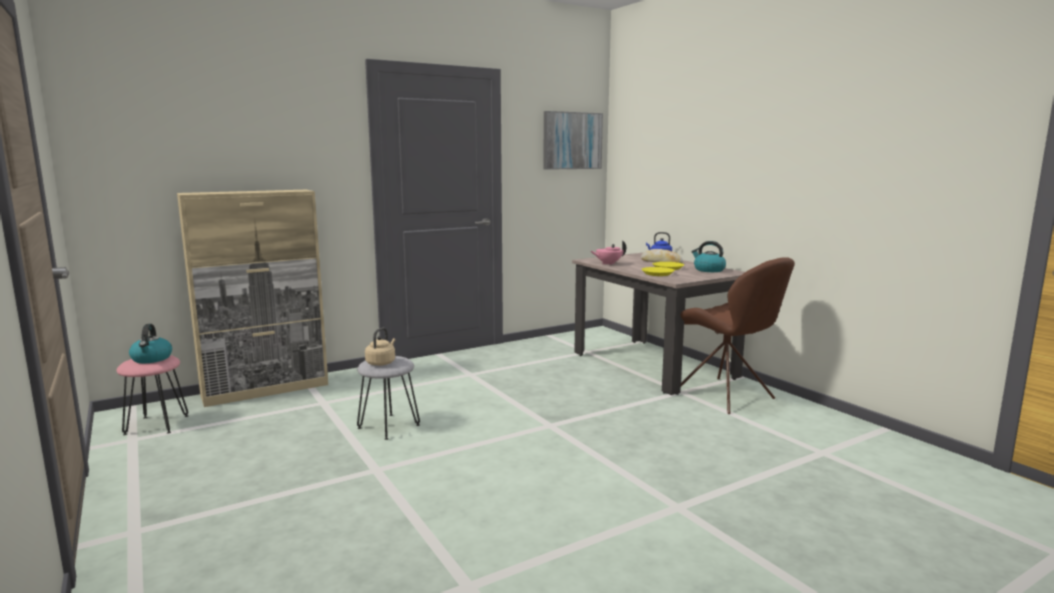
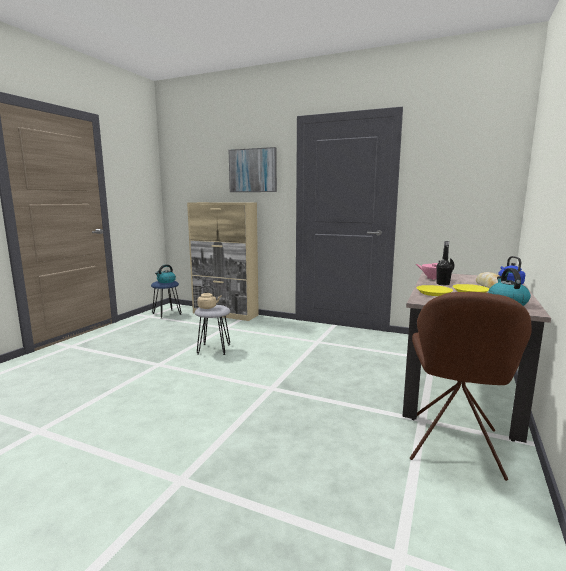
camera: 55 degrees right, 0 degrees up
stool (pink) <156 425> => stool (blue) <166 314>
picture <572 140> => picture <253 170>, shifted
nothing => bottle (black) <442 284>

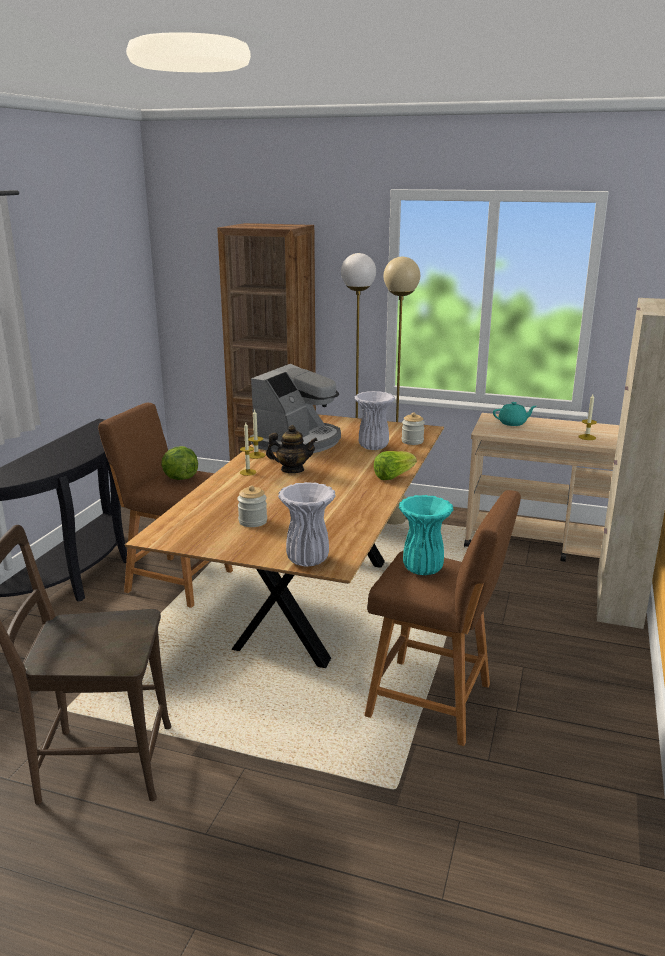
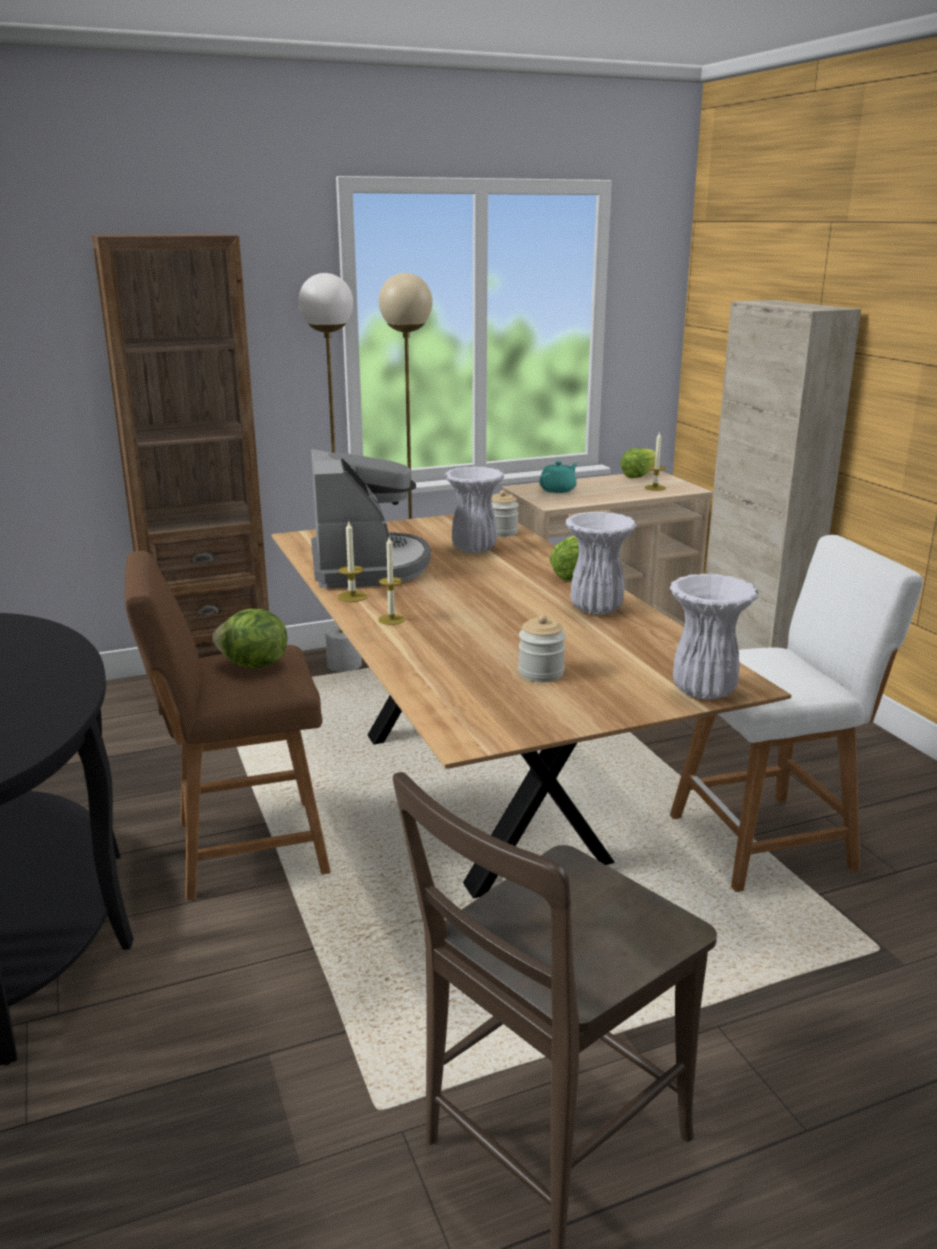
camera: 40 degrees left, 0 degrees up
teapot <292 470> => nothing
stool (brown) <435 702> => stool (white) <769 840>
vase (turquoise) <422 569> => nothing
nothing => vase (white) <597 608>
nothing => lettuce <639 475>

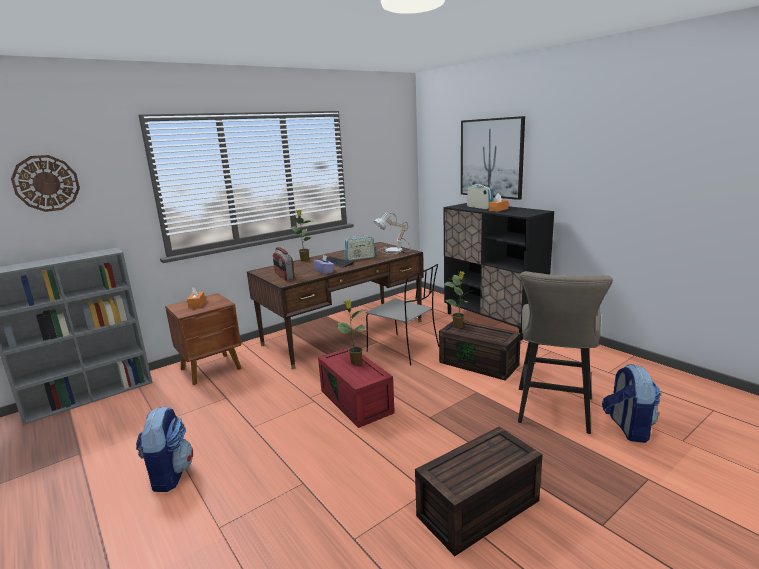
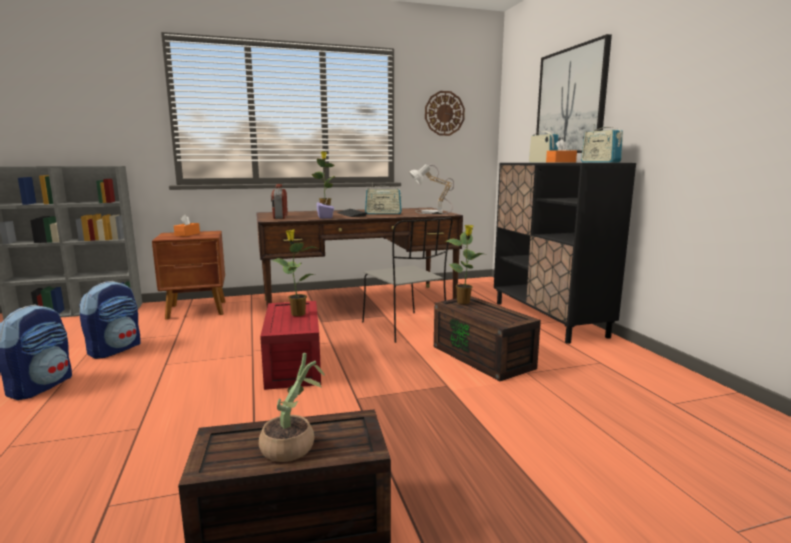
camera: 20 degrees right, 5 degrees down
wall clock <46 183> => wall clock <444 113>, shifted
stool (beige) <553 413> => nothing
backpack <628 428> => backpack <115 349>, shifted
nothing => potted plant <294 446>
nothing => radio <600 162>

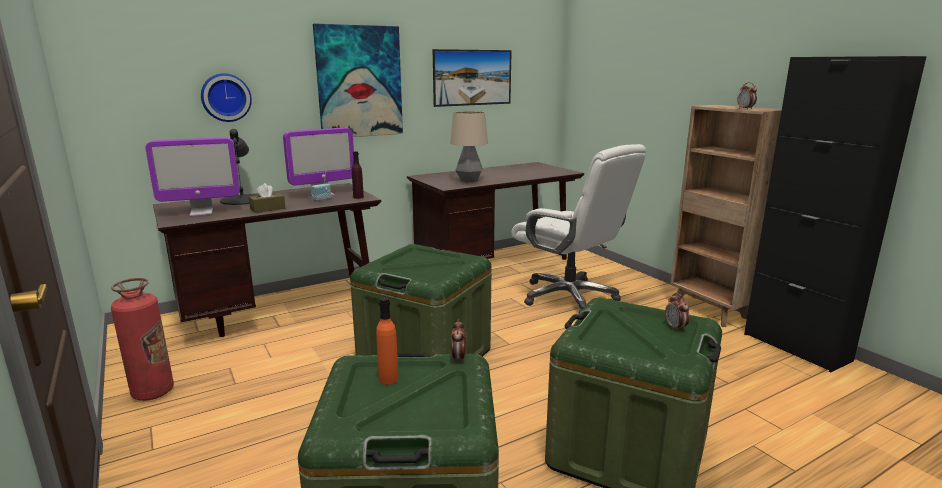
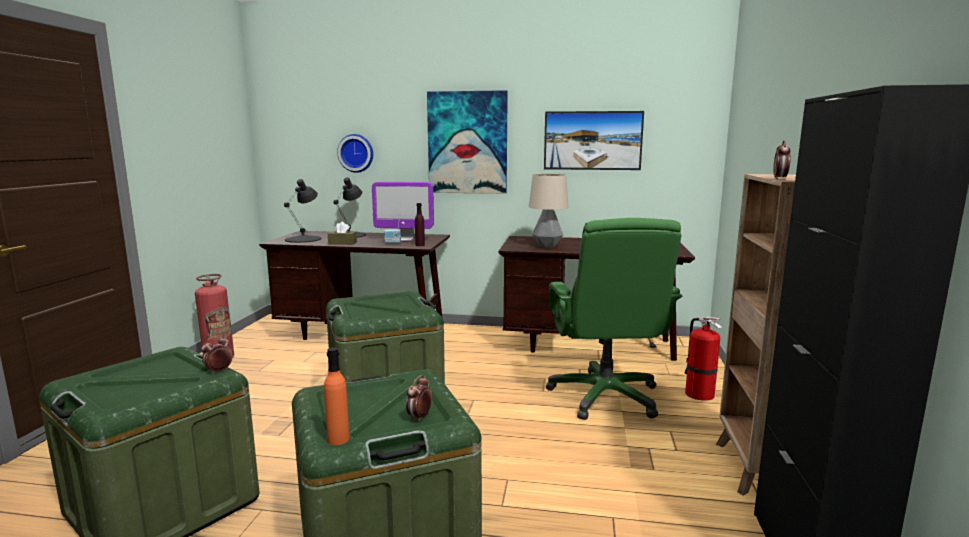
camera: 40 degrees right, 5 degrees down
monitor <201 213> => table lamp (black) <304 239>
bottle (orange) <388 379> => bottle (orange) <338 439>, shifted
office chair (white) <570 297> => office chair (green) <605 396>
nothing => fire extinguisher <698 393>

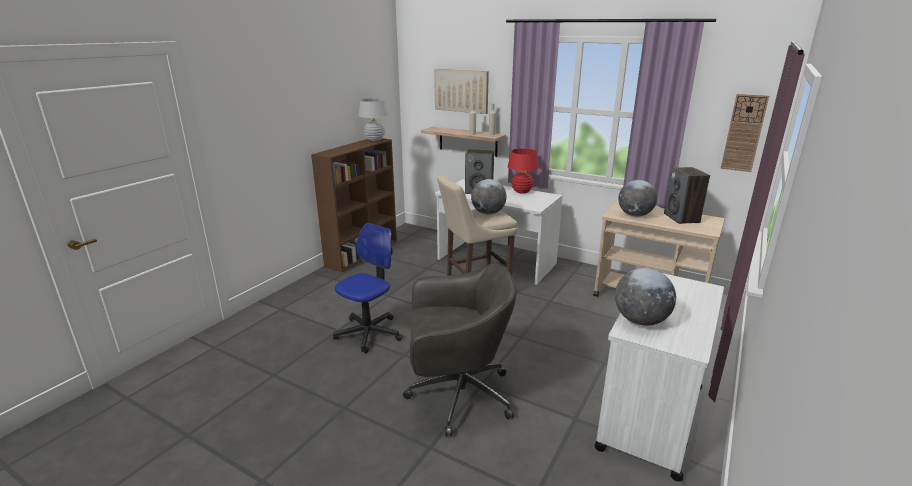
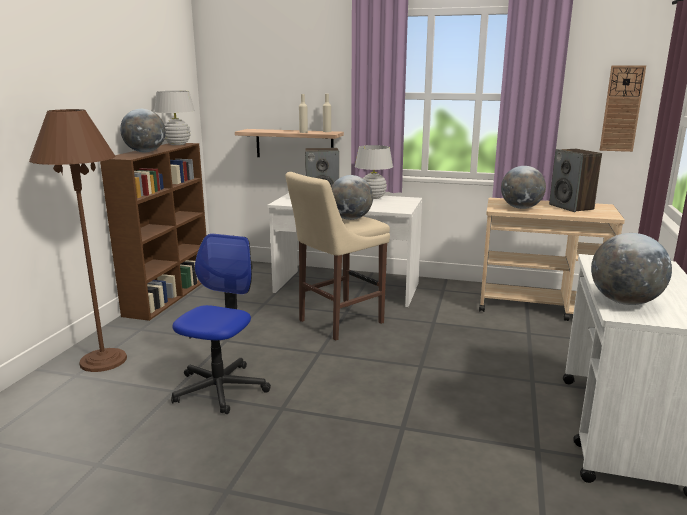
camera: 15 degrees left, 5 degrees down
office chair (grey) <457 396> => nothing
picture <461 90> => nothing
table lamp (red) <521 191> => table lamp (white) <373 197>
nothing => floor lamp (brown) <103 360>
nothing => globe <145 152>

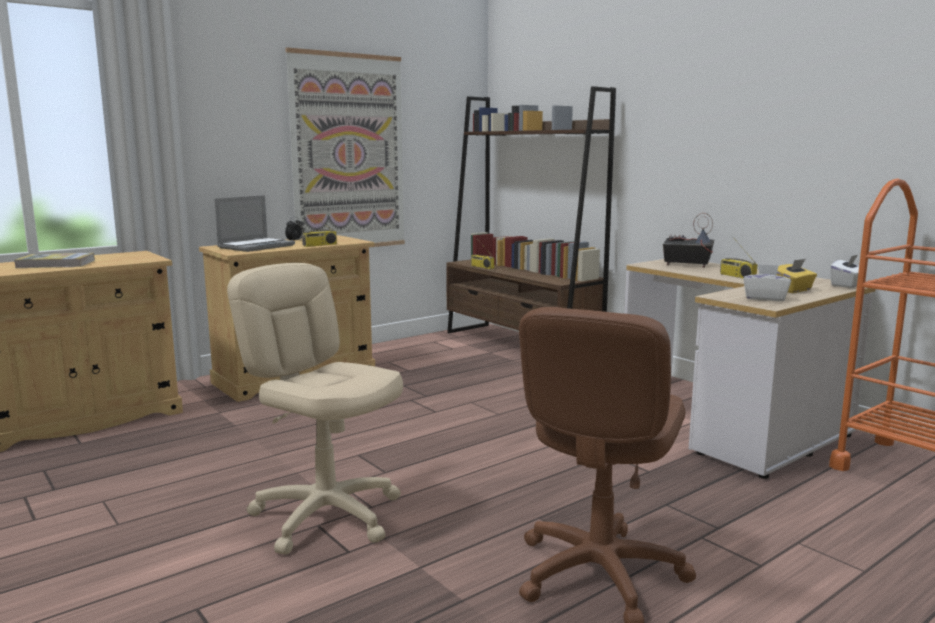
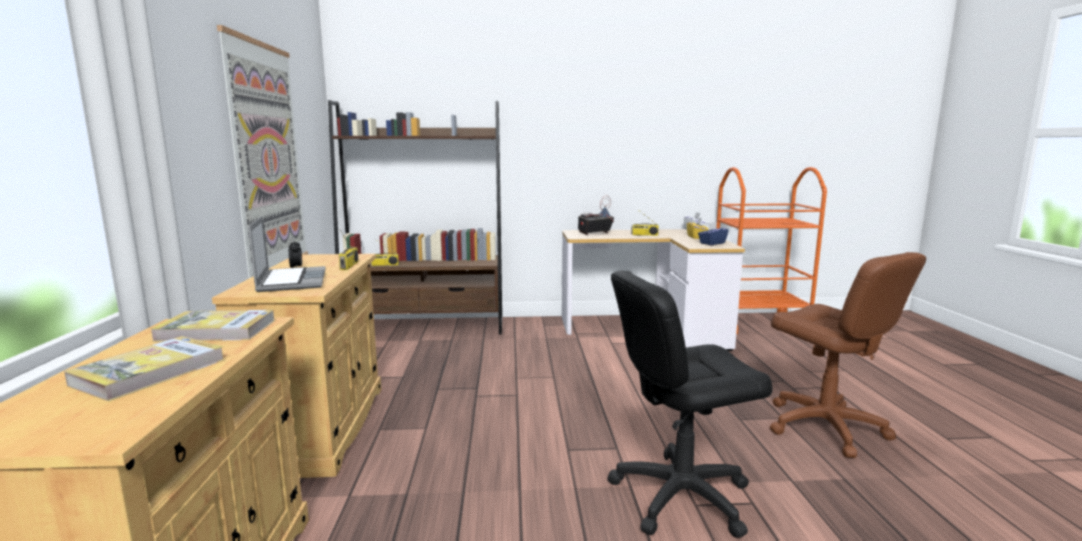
camera: 55 degrees left, 0 degrees up
office chair (beige) <327 515> => office chair (black) <680 496>
tissue box (white) <765 298> => tissue box (blue) <712 243>
nothing => book <217 330>

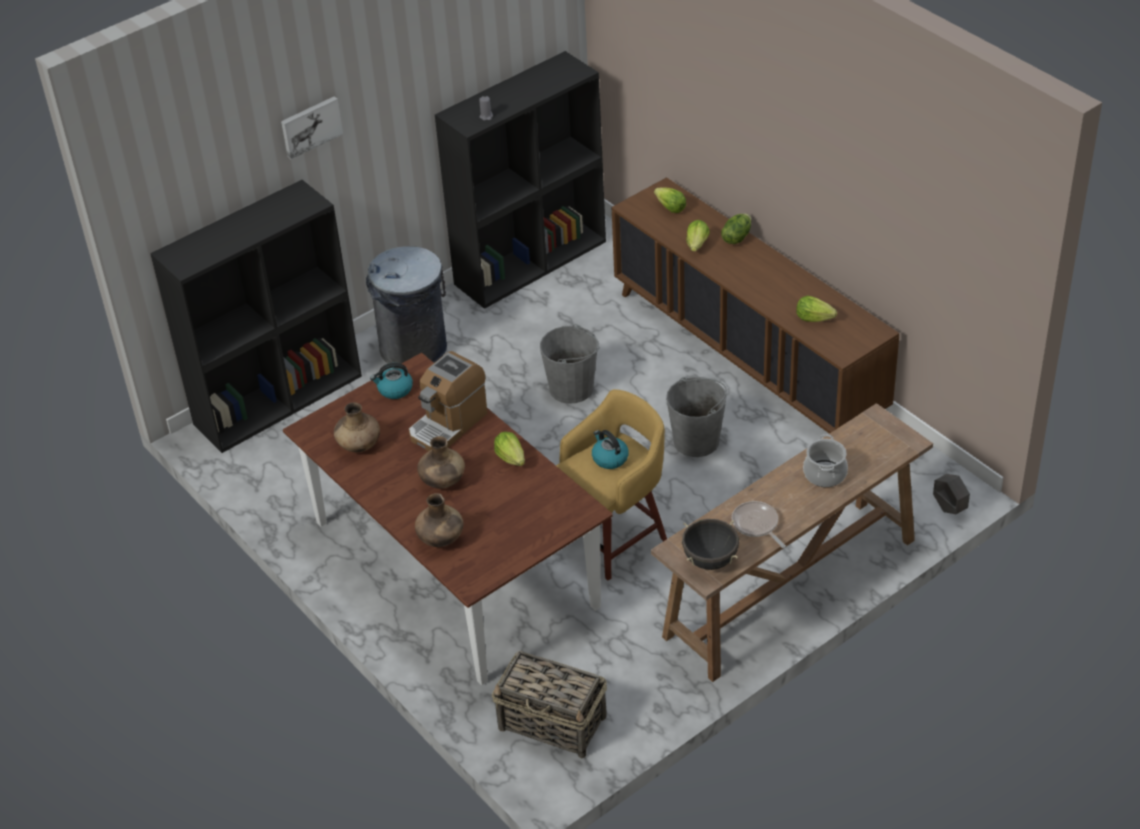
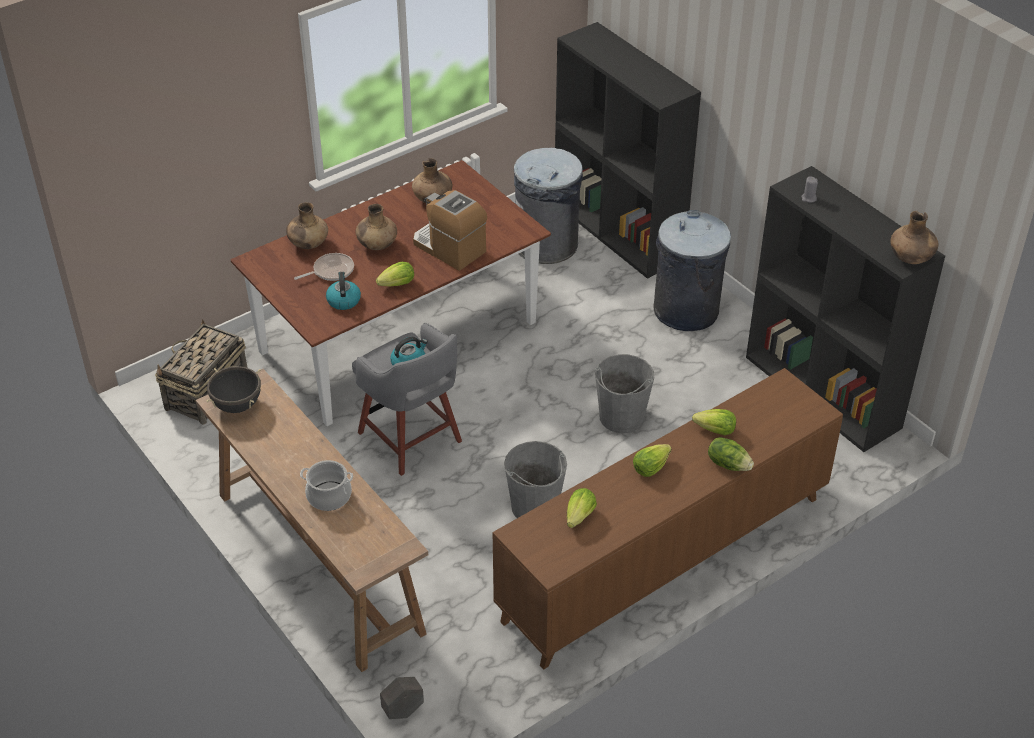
camera: 90 degrees right, 0 degrees up
picture <310 126> => nothing
kettle <394 390> => kettle <343 300>, shifted
stool (yellow) <614 537> => stool (grey) <411 439>
lettuce <670 208> => lettuce <650 468>, shifted
frying pan <756 525> => frying pan <331 271>, shifted
nothing => trash can (grey) <547 245>
nothing => vase (brown) <911 258>

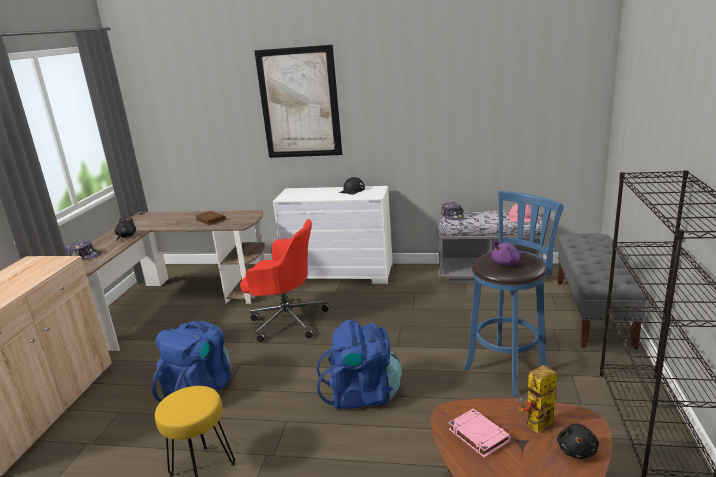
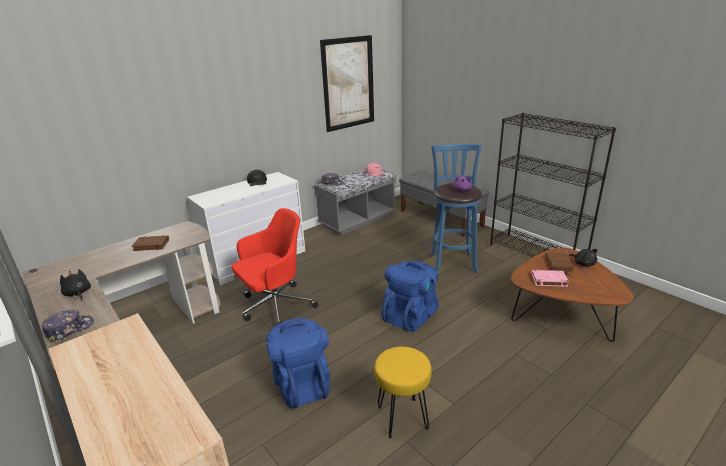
camera: 50 degrees left, 5 degrees up
picture <299 103> => picture <348 83>, shifted
toy robot <537 428> => book (brown) <559 264>

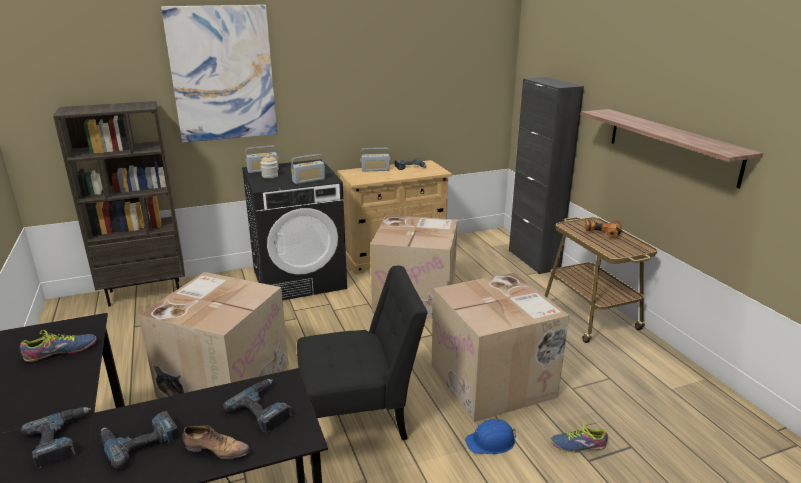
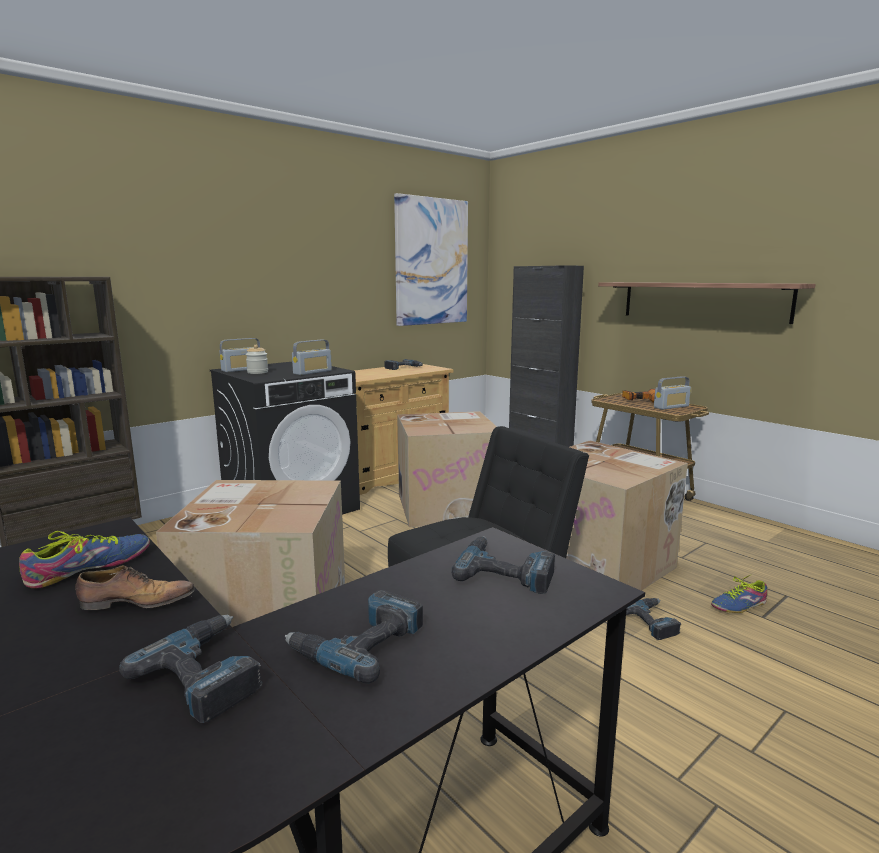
camera: 20 degrees left, 10 degrees down
picture <222 74> => picture <431 262>, shifted
shoe <216 449> => shoe <136 602>, shifted
radio <375 170> => radio <671 407>, shifted
hard hat (blue) <491 442> => power drill <653 622>

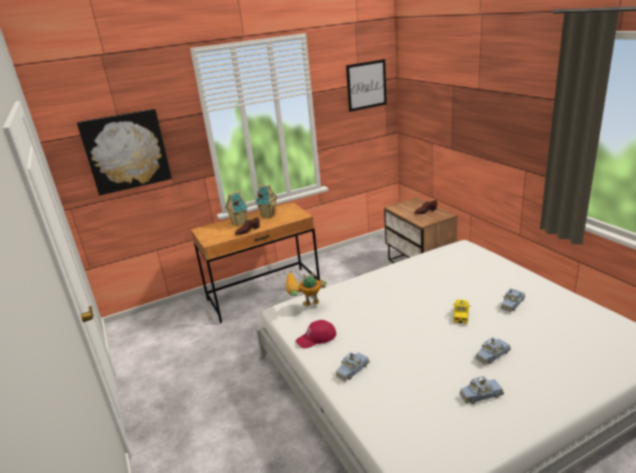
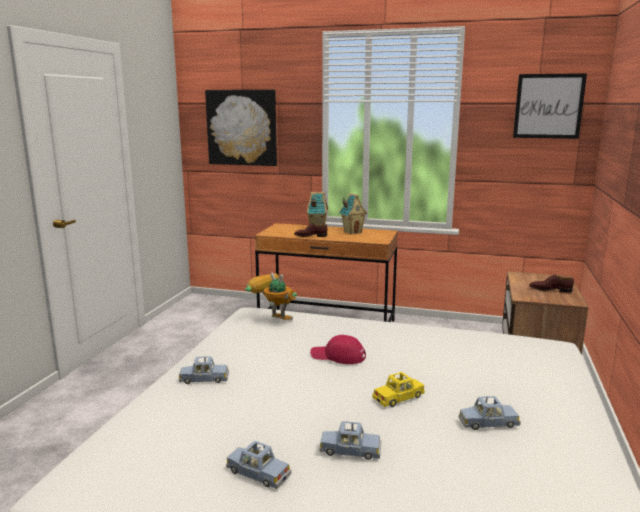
camera: 40 degrees right, 10 degrees down
cap (red) <316 338> => cap (red) <338 356>, shifted

